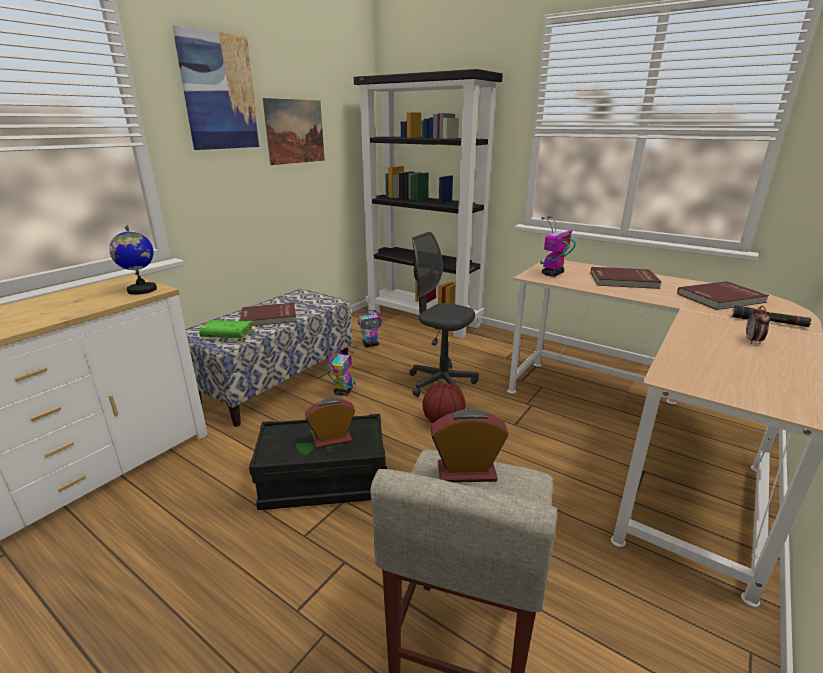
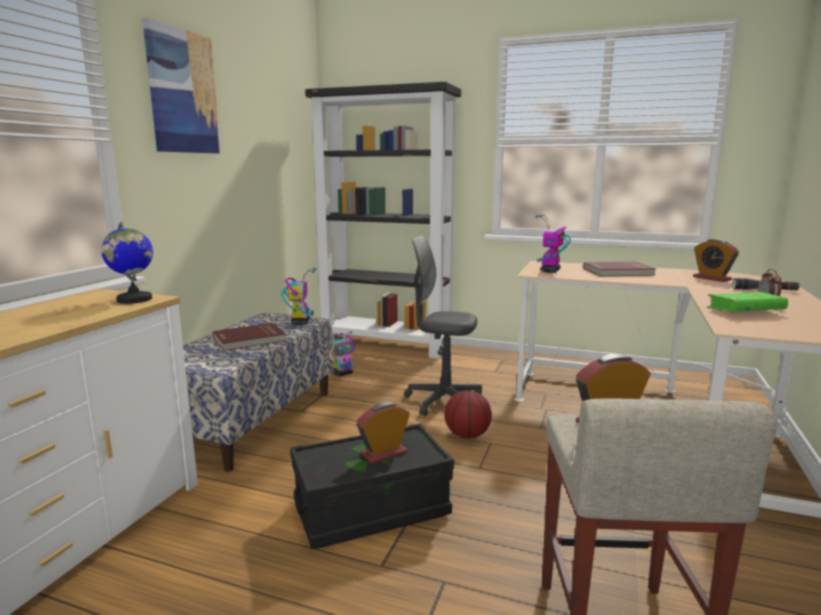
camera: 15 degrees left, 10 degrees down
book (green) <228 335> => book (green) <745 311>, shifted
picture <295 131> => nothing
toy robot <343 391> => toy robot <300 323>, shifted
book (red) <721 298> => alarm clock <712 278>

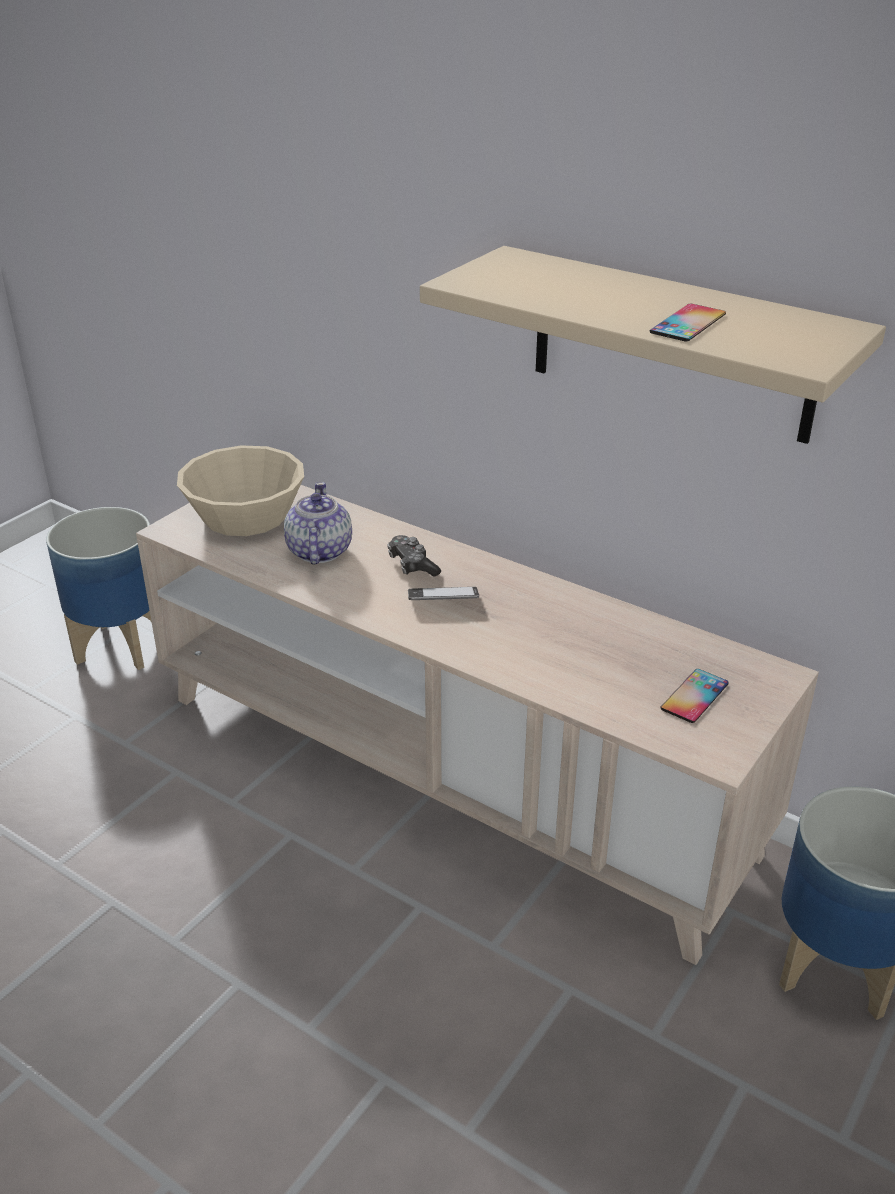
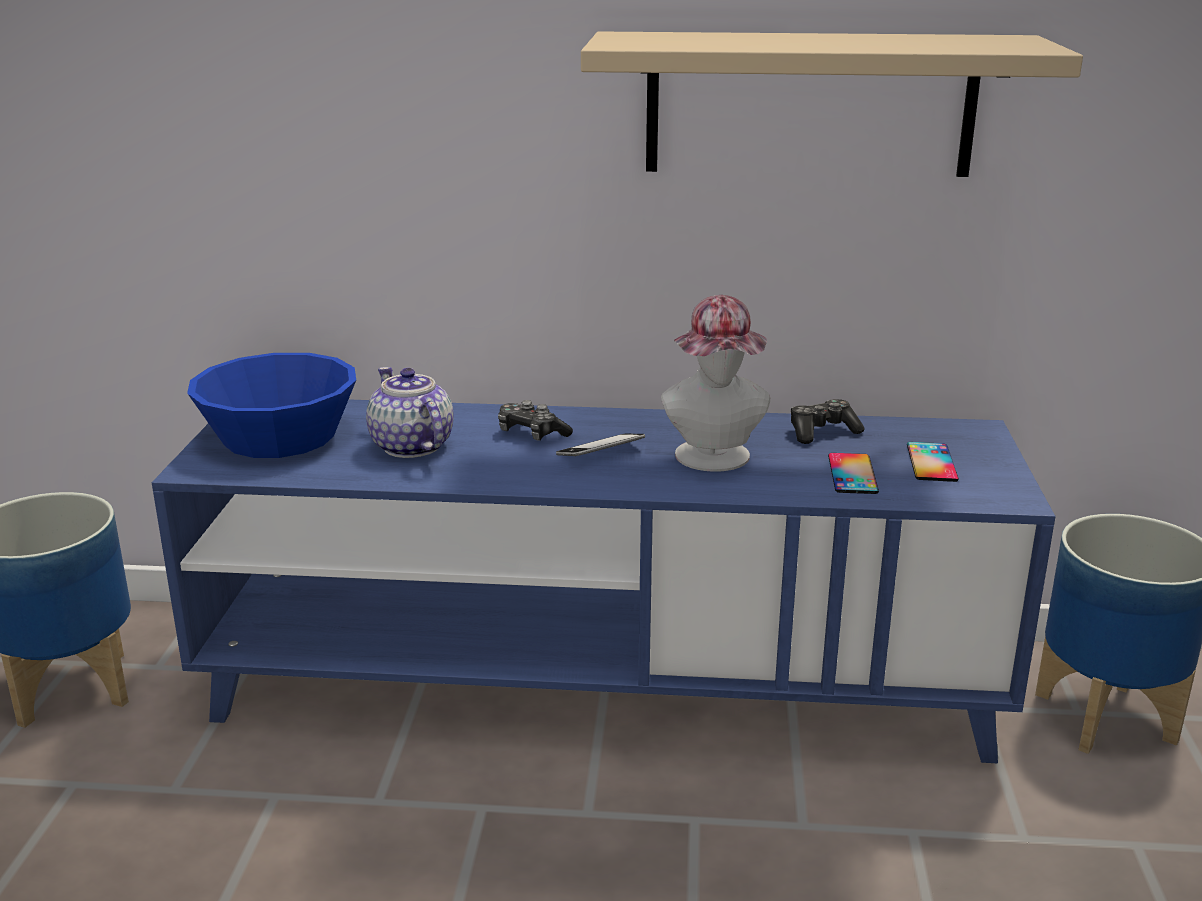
camera: 30 degrees left, 10 degrees down
tv stand (beige) <447 771> => tv stand (blue) <601 685>
bowl (beige) <244 515> => bowl (blue) <278 436>
phone <688 323> => phone <852 474>, shifted
nothing => hat <715 460>
nothing => game controller <822 432>

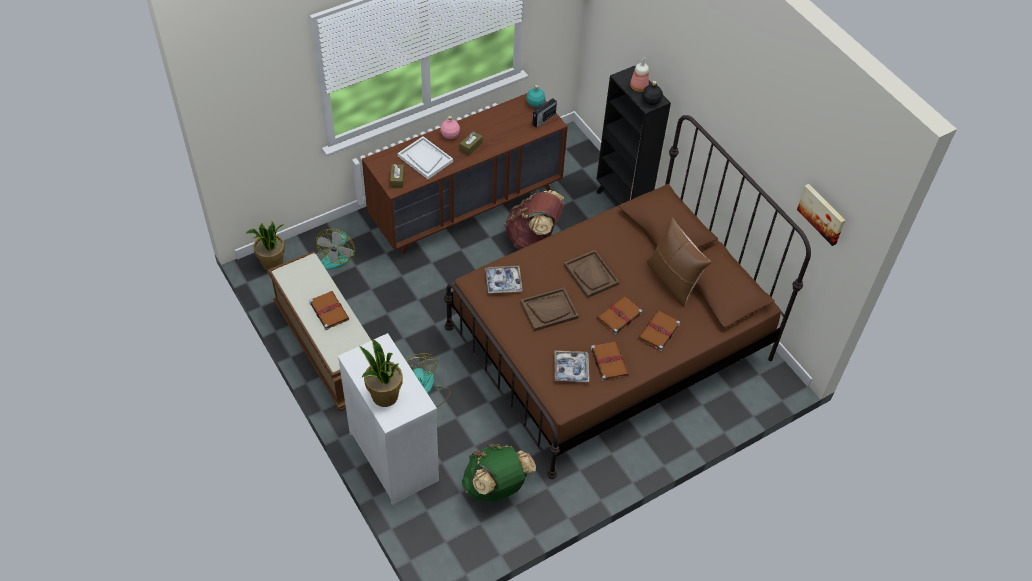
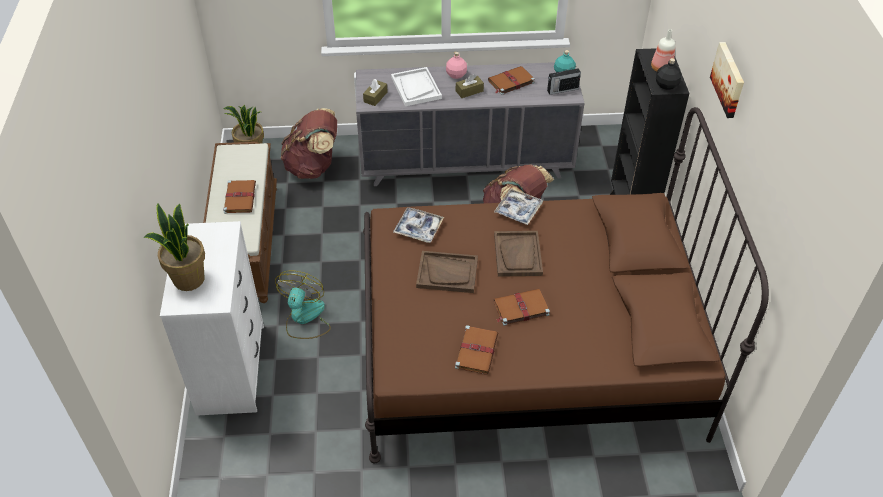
camera: 30 degrees right, 5 degrees down
fan <337 255> => backpack (brown) <313 167>
dresser (brown) <466 205> => dresser (grey) <466 164>
backpack (green) <496 487> => nothing
tray <571 369> => tray <518 210>, shifted
book (brown) <658 332> => book (brown) <510 82>, shifted
pillow (brown) <672 280> => nothing
picture <822 213> => picture <729 79>, shifted

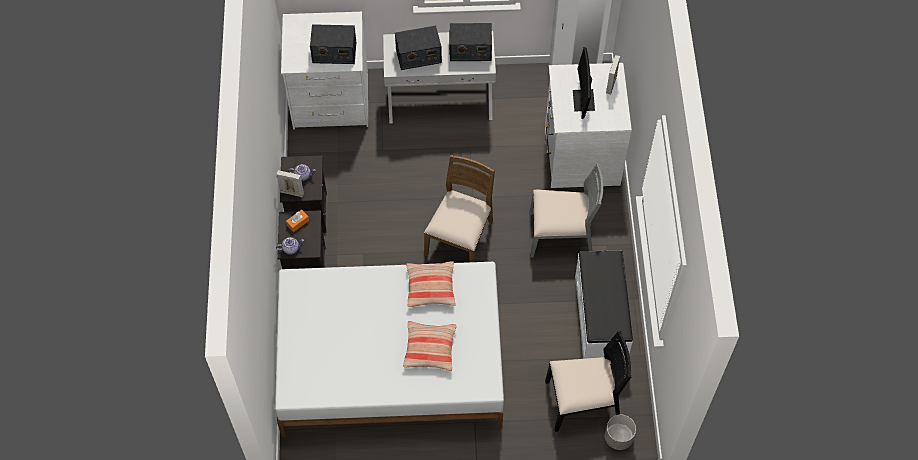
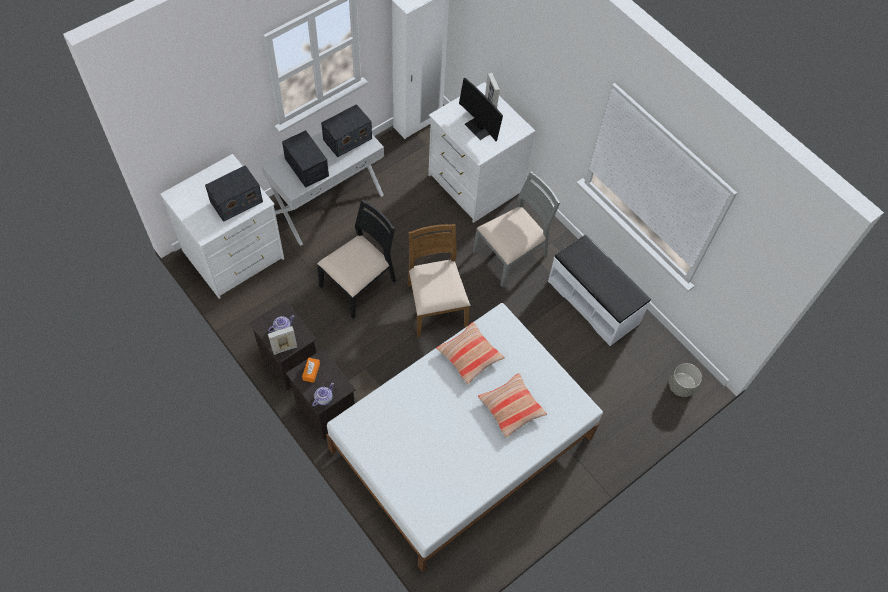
camera: 40 degrees left, 0 degrees up
radio <418 56> => radio <307 167>, 75 degrees counterclockwise
chair (black) <583 401> => chair (black) <359 284>, shifted

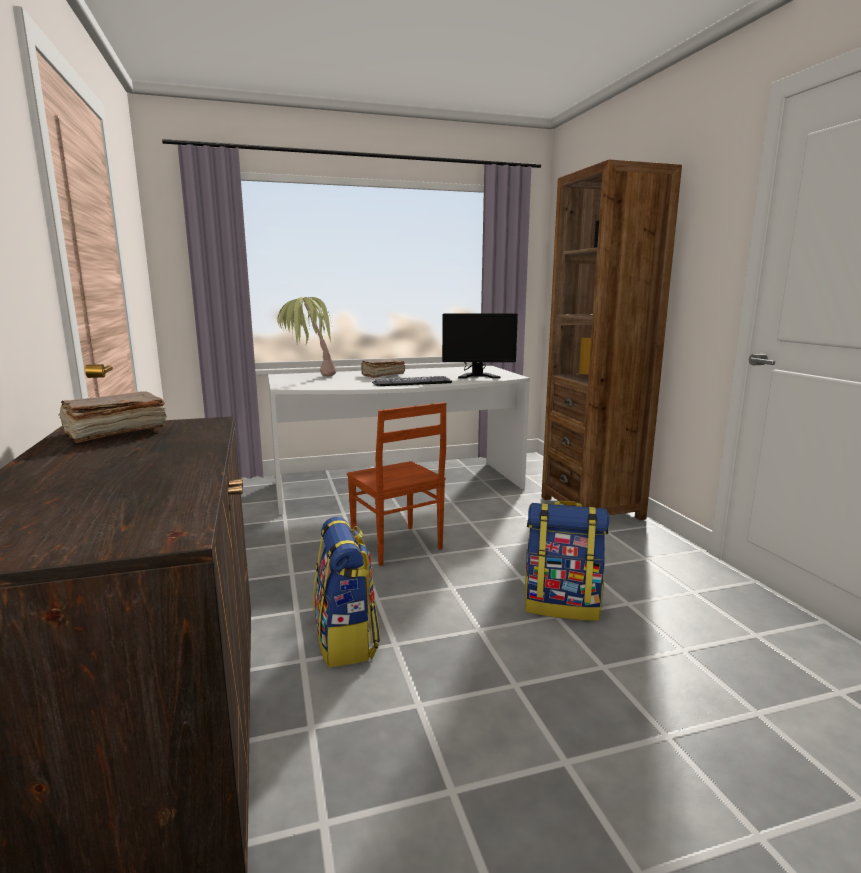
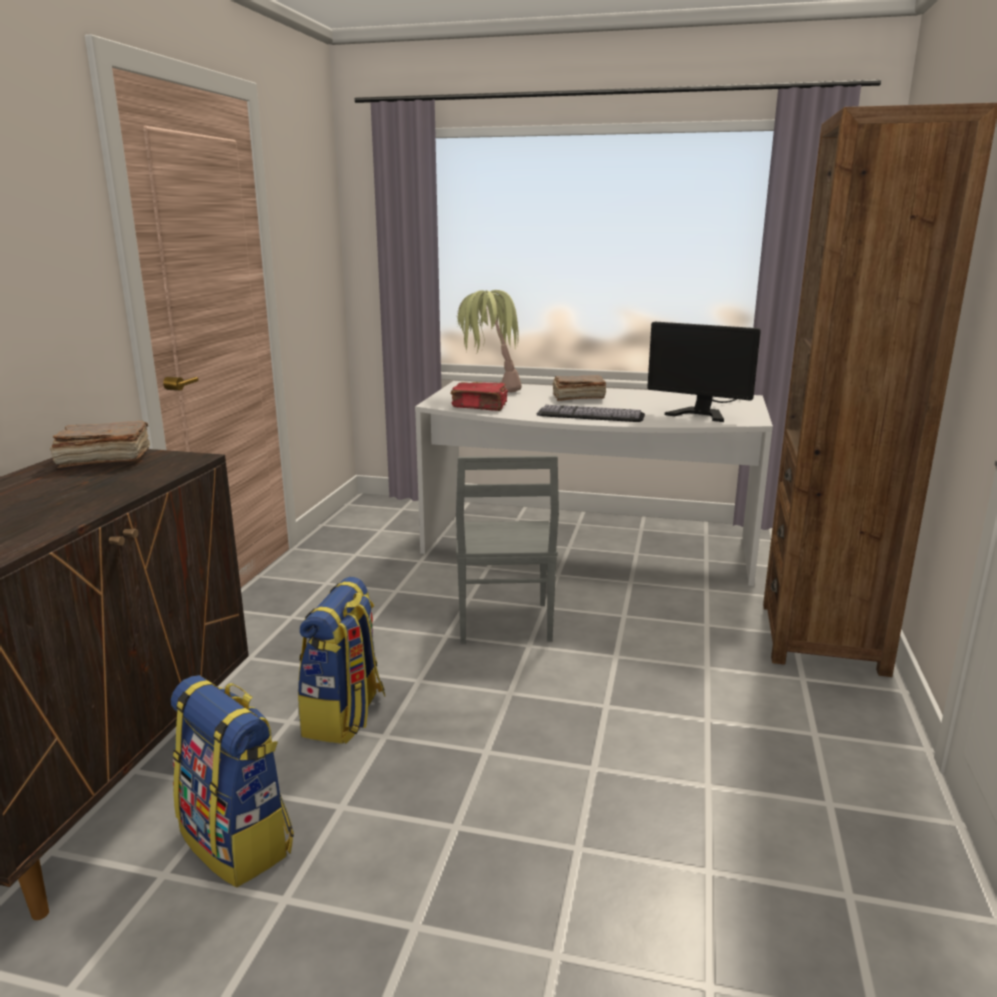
camera: 30 degrees right, 5 degrees up
chair (brown) <396 546> => chair (grey) <503 624>
backpack <562 605> => backpack <238 841>, shifted
nothing => book (red) <480 406>

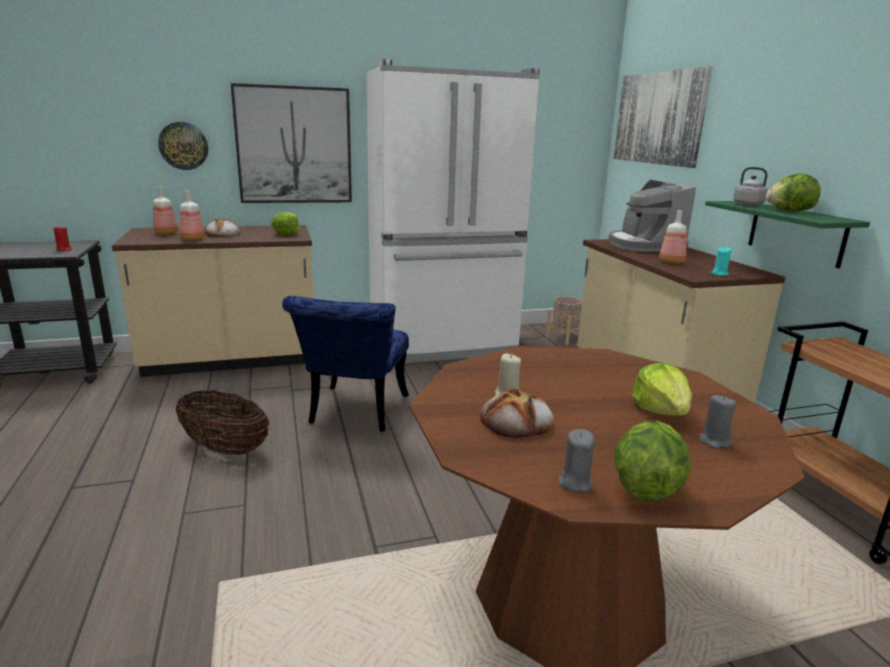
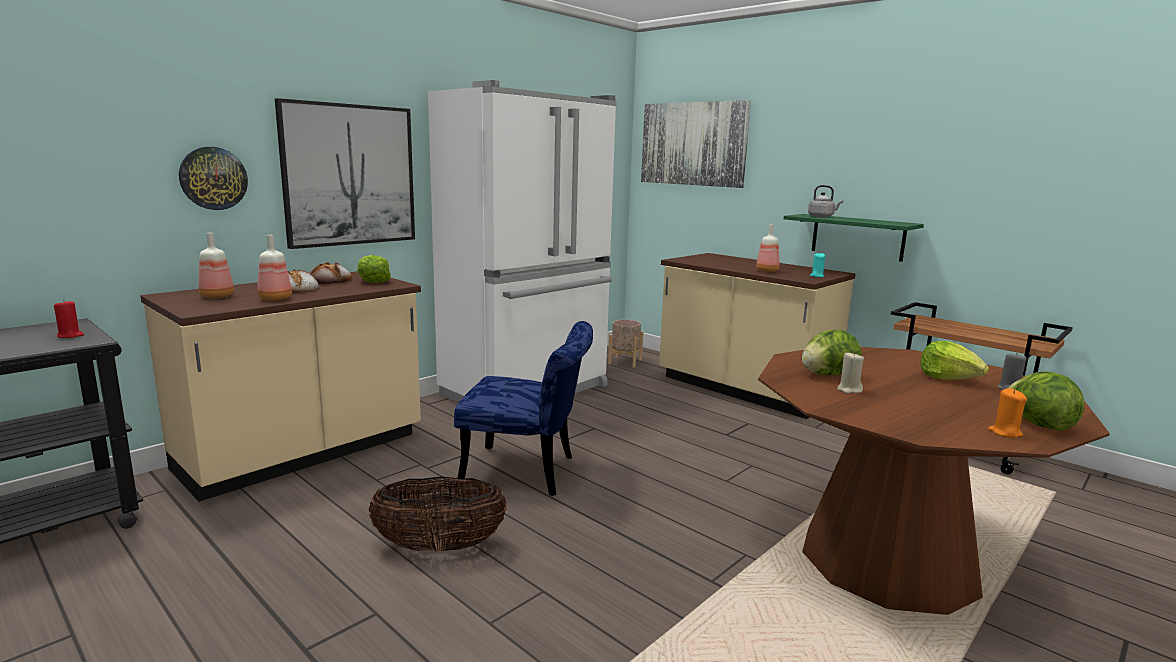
camera: 30 degrees left, 5 degrees down
chair (blue) <354 413> => chair (blue) <528 473>, 60 degrees counterclockwise
bread <517 421> => bread <330 280>, shifted
candle (grey) <574 483> => candle (orange) <1005 433>
coffee machine <644 245> => nothing
lettuce <789 211> => lettuce <827 375>, shifted

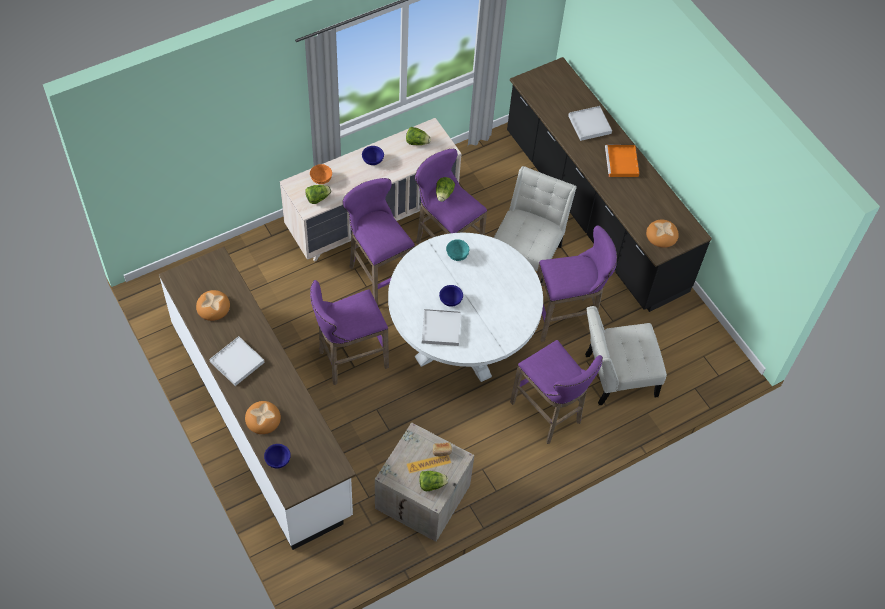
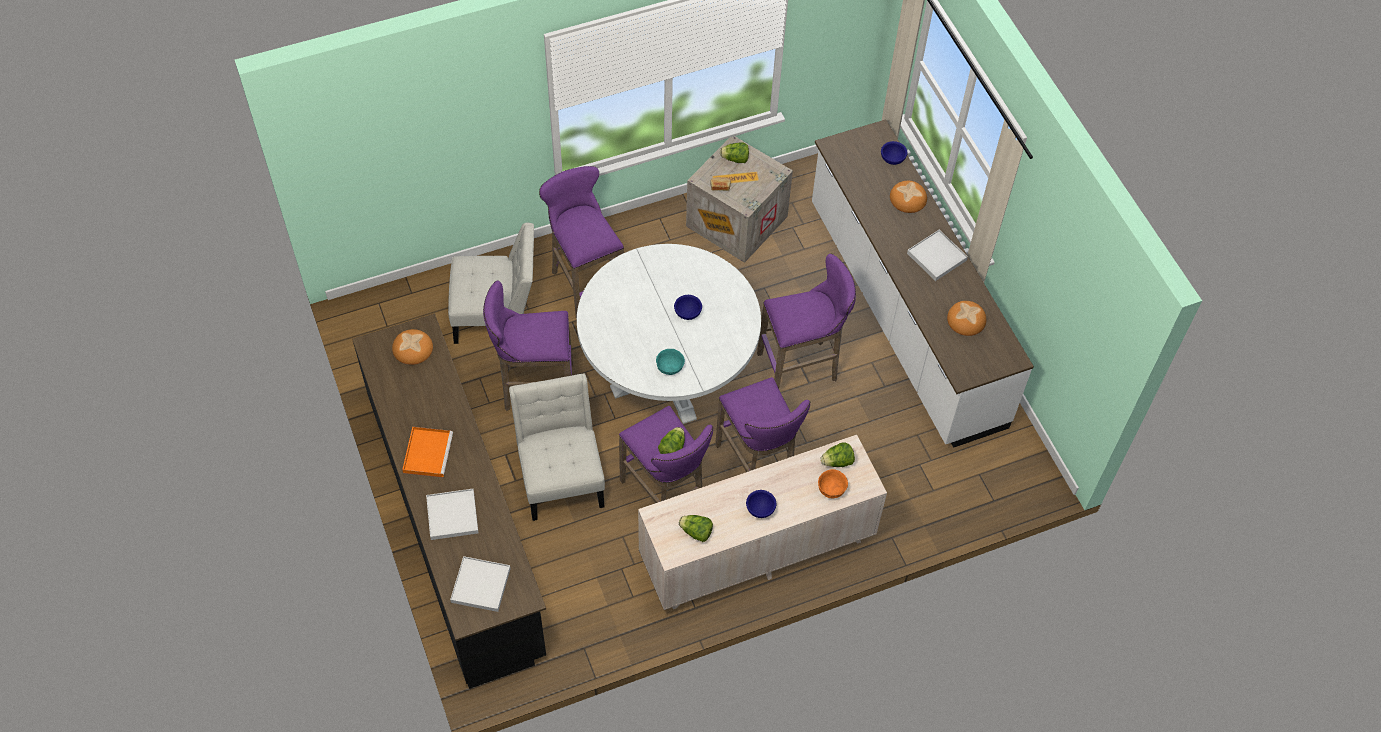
camera: 170 degrees left, 0 degrees up
tray (white) <441 328> => tray (white) <480 585>, shifted
chair (white) <527 253> => chair (white) <561 475>, 135 degrees clockwise

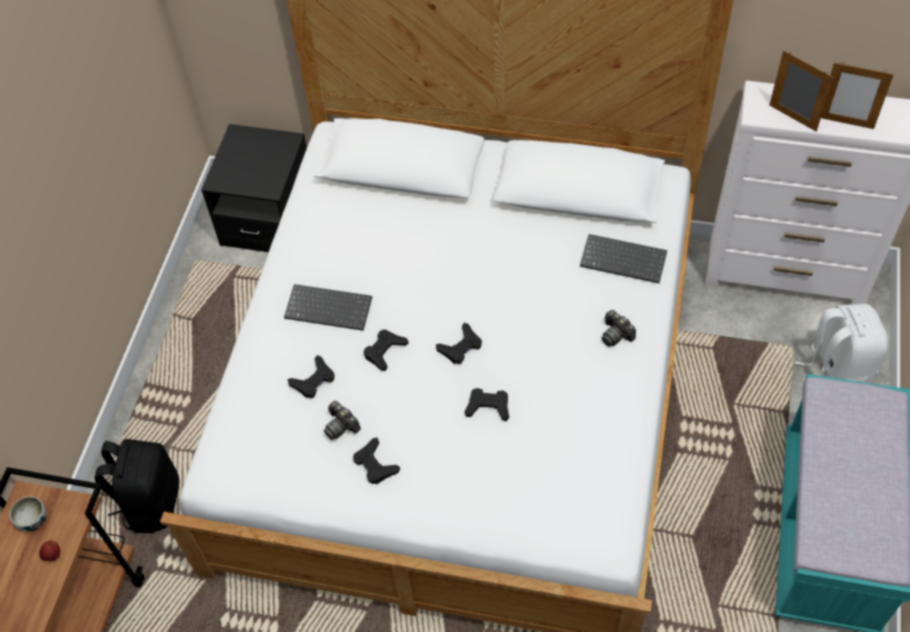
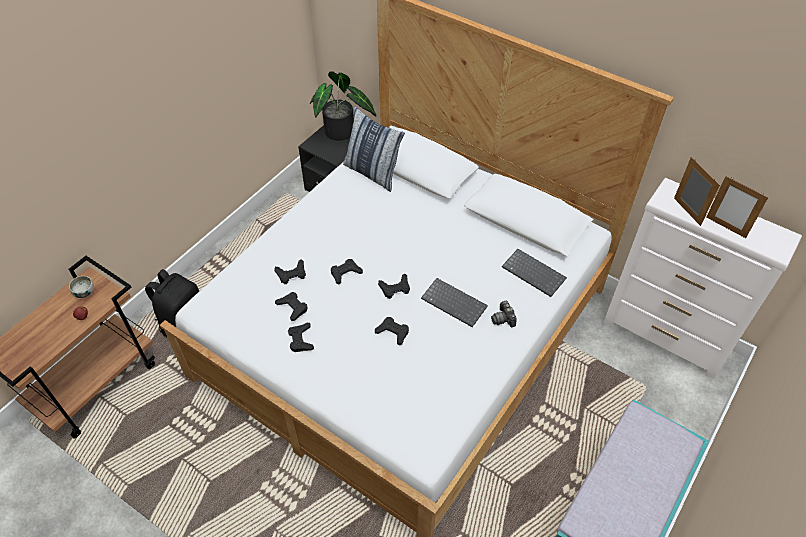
camera: 20 degrees right, 5 degrees down
keyboard <330 307> => keyboard <455 303>, shifted
photo camera <341 426> => game controller (black) <292 307>
backpack (white) <835 370> => nothing
nothing => potted plant <341 133>
nothing => pillow <372 173>

